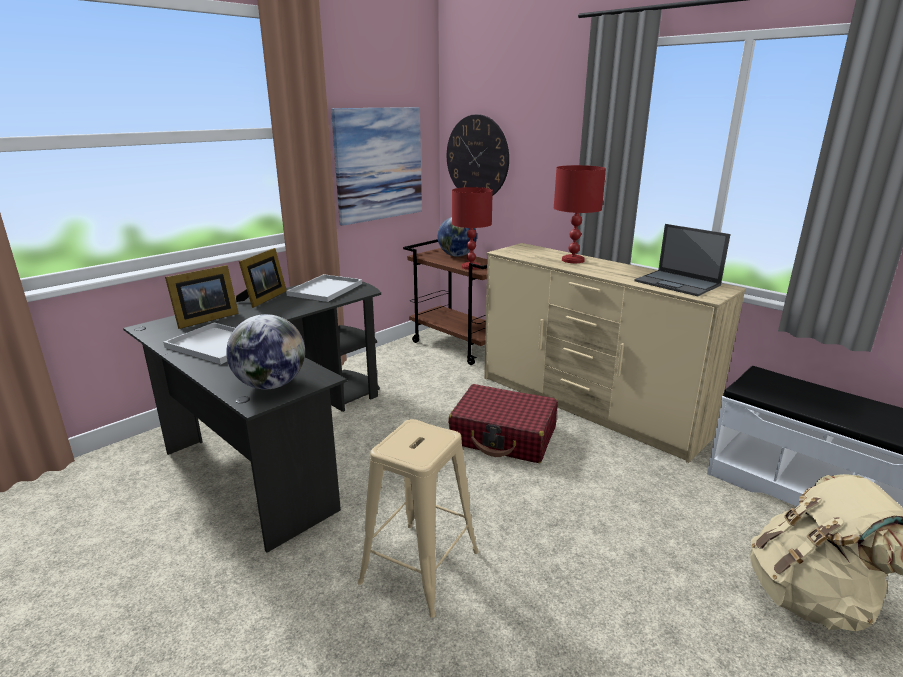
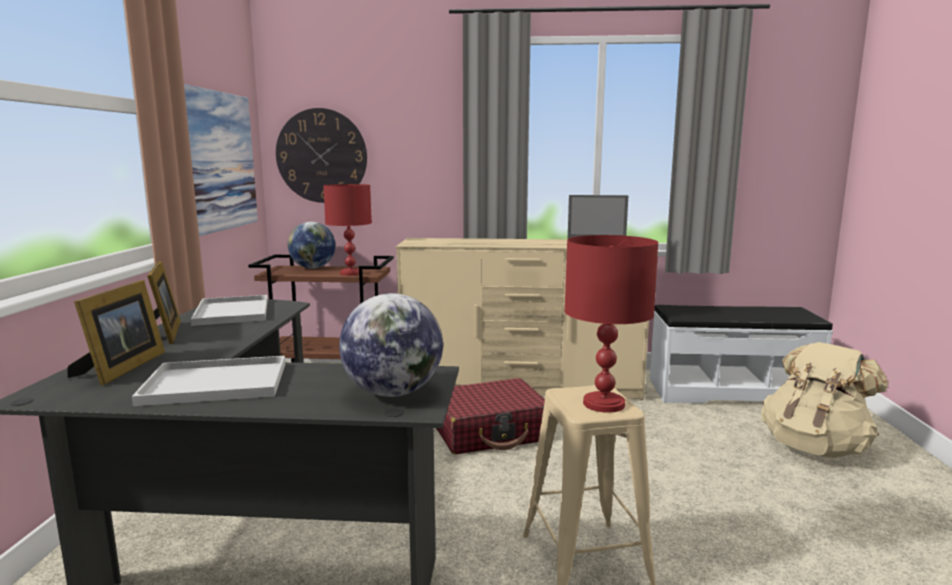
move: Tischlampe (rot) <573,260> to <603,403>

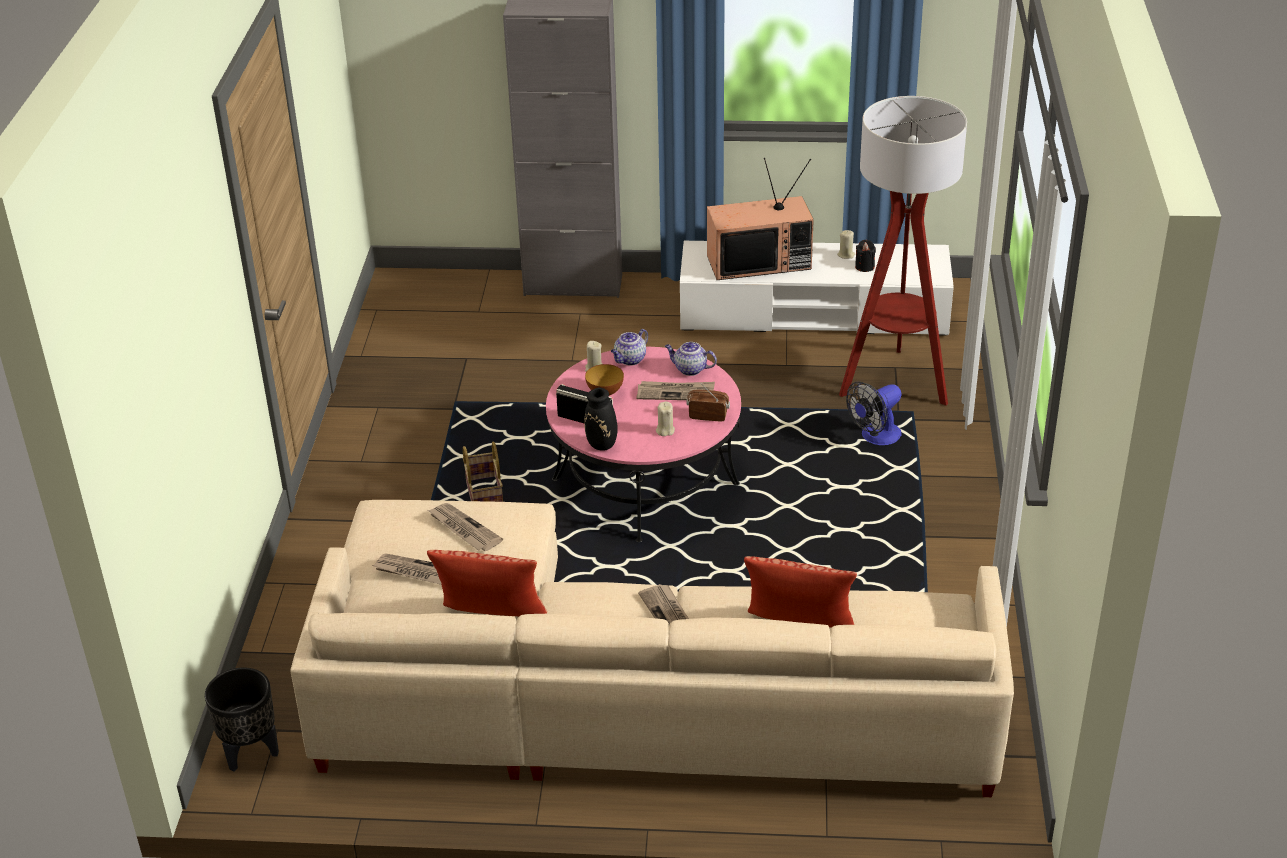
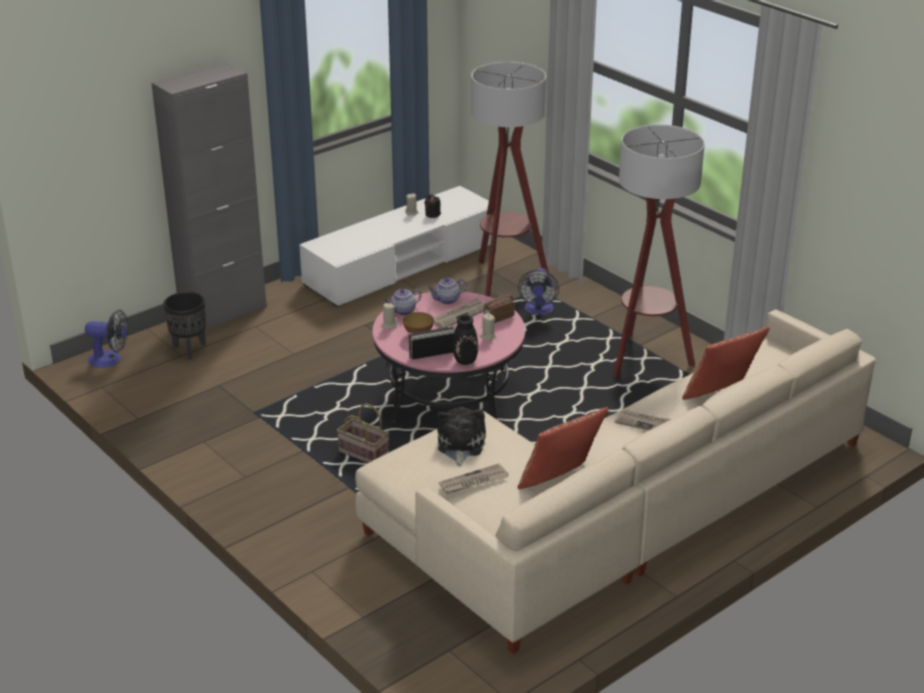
delete: Fernseher <759,261>
insert: Stehlampe <645,358>; Ventilator <110,359>
move: Pflanzkübel (schwarz) <250,753> to <189,350>
replace: Zeitung <463,529> to Plüschtier <460,445>
rotate: Teekanne <630,360> = <402,311> 60 degrees clockwise

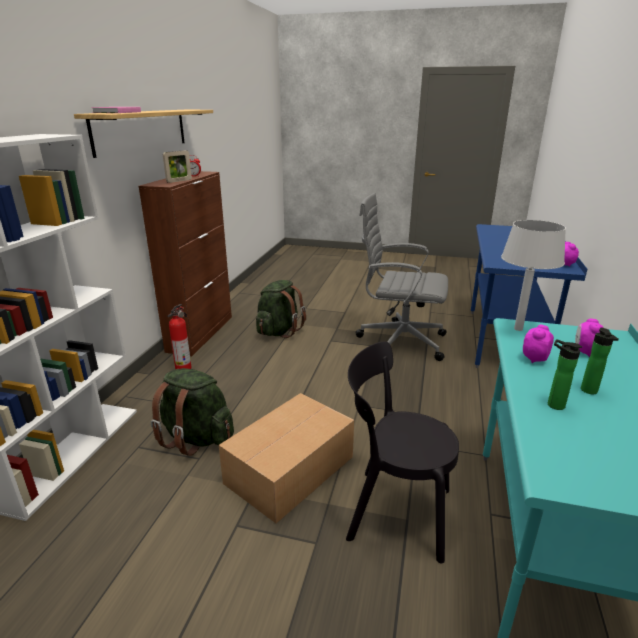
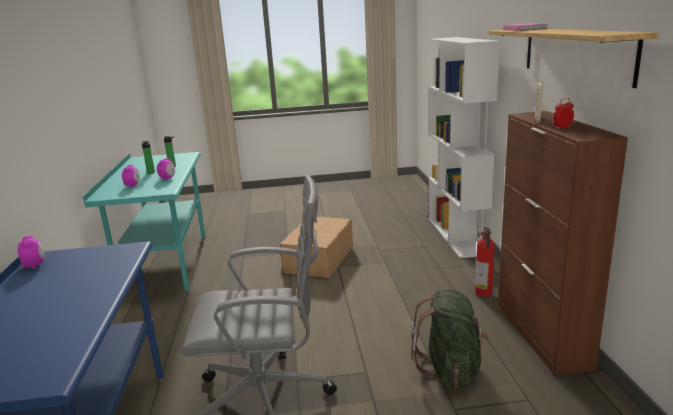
delete: Tischlampe (grau) <518,328>; Stuhl (schwarz) <393,511>; Rucksack (grün) <196,438>

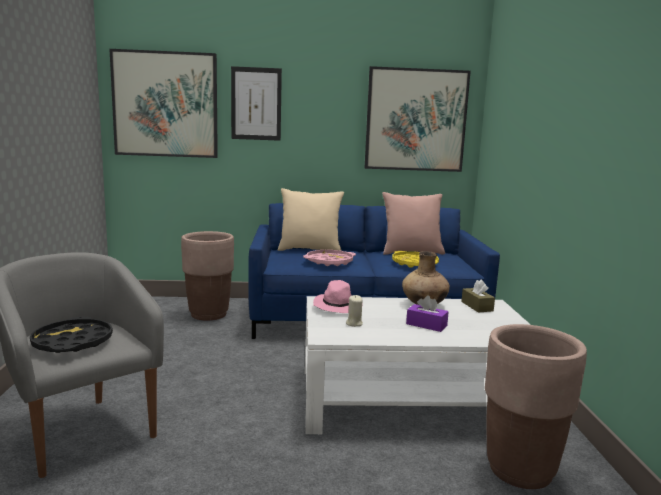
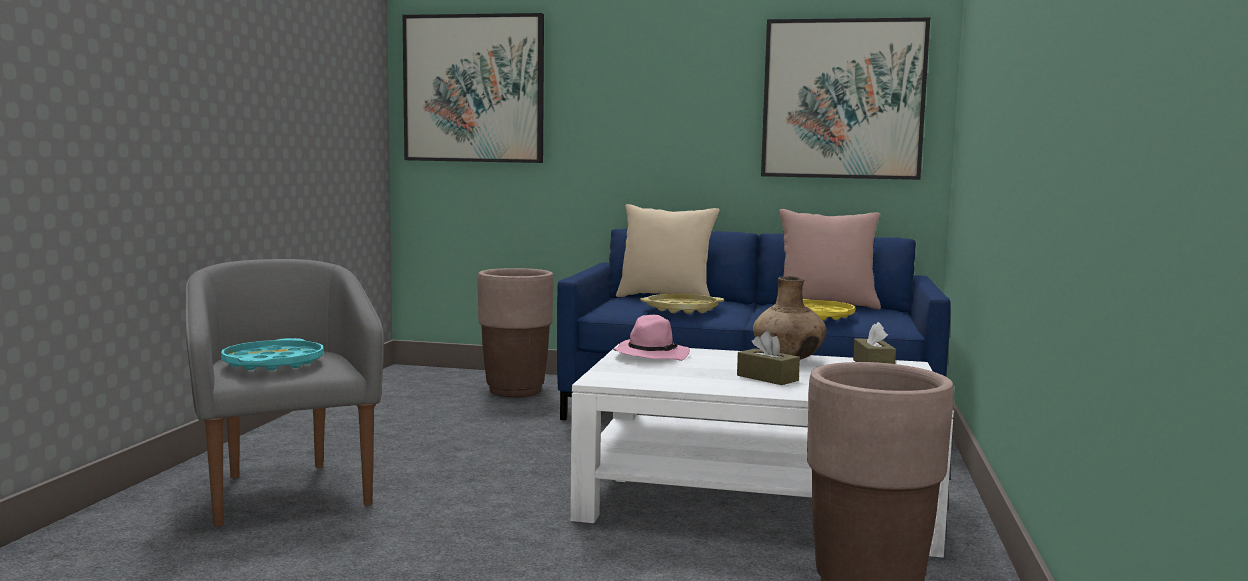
delete: Bild <256,104>; Kerze (beige) <354,323>
recolor: Tablett (rosa) <329,262> to Tablett (gelb) <681,309>; Taschentuchbox (lila) <426,325> to Taschentuchbox (braun) <767,378>; Tablett (schwarz) <72,342> to Tablett (türkis) <273,363>

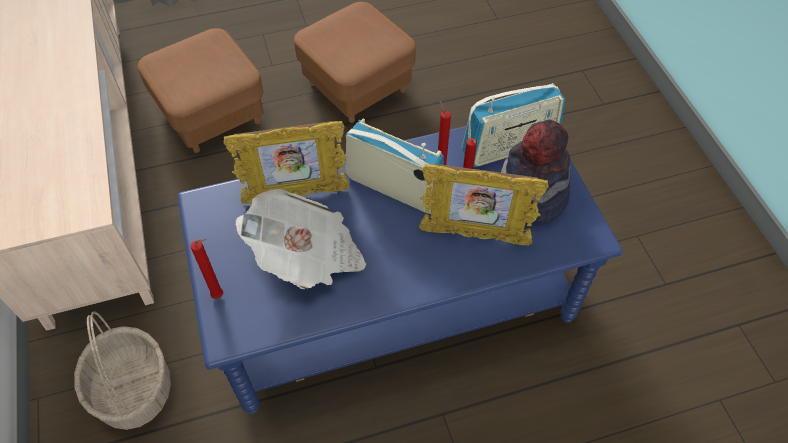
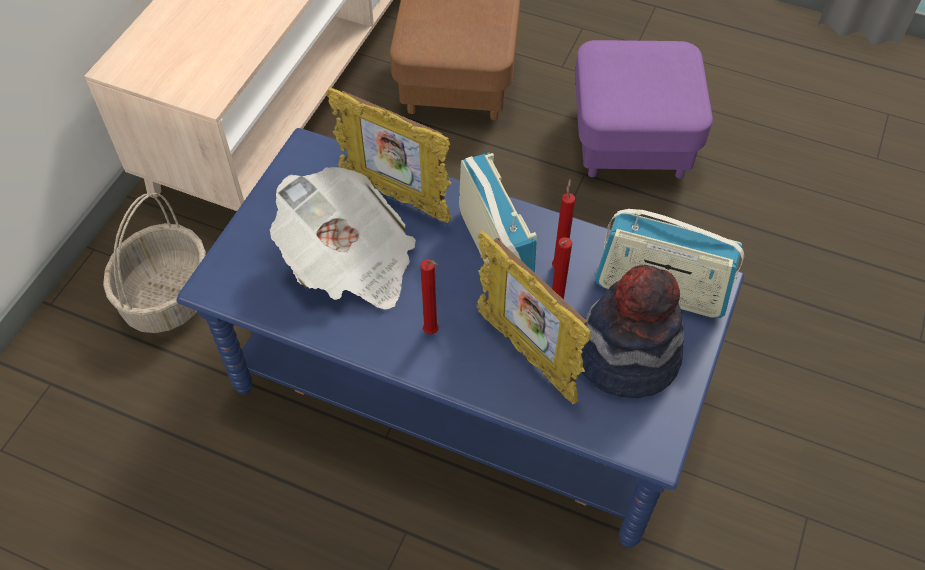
move: Kerze (rot) <220,296> to <432,333>
recolor: Polsterhocker (braun) <357,87> to Polsterhocker (lila) <631,141>

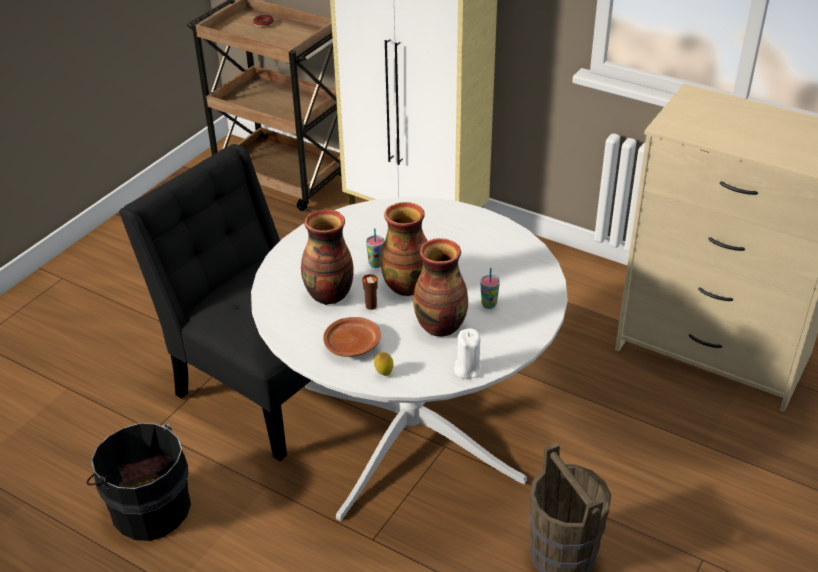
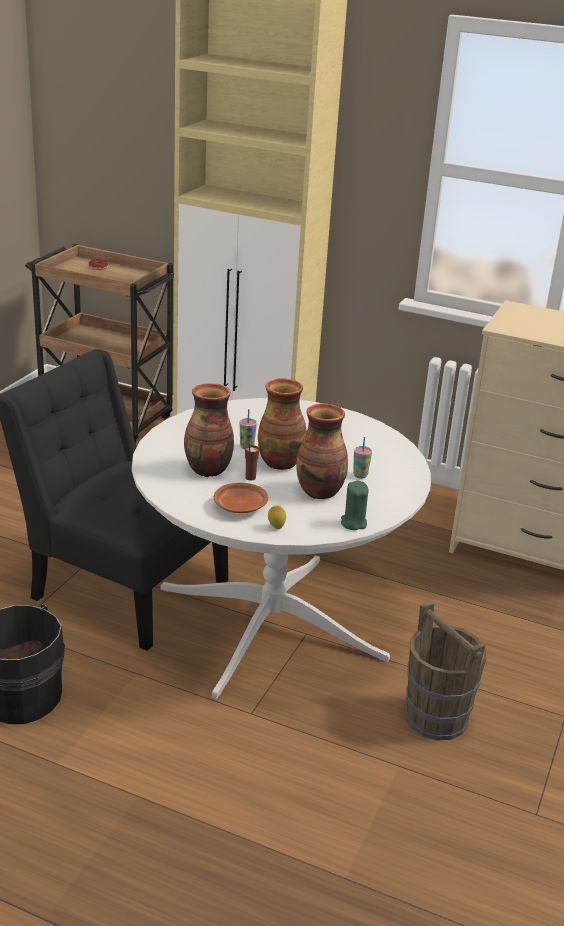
recolor: Kerze (weiß) <467,369> to Kerze (grün) <353,523>

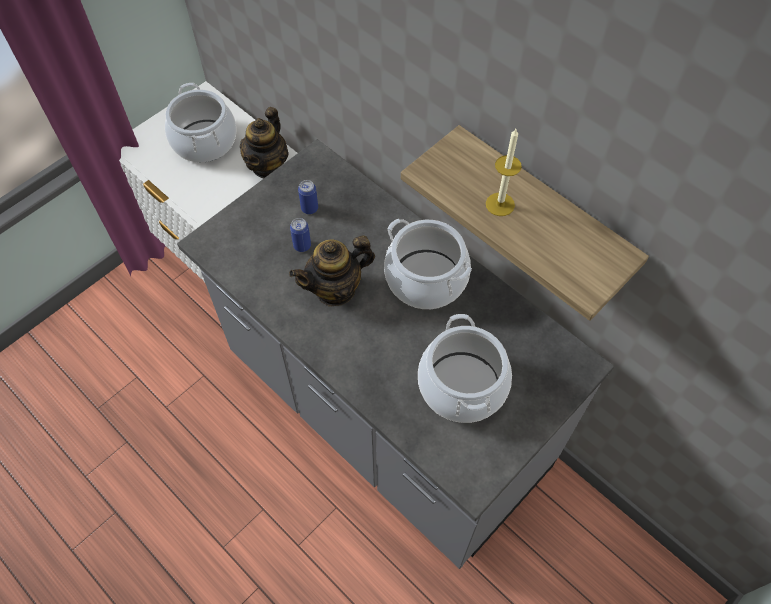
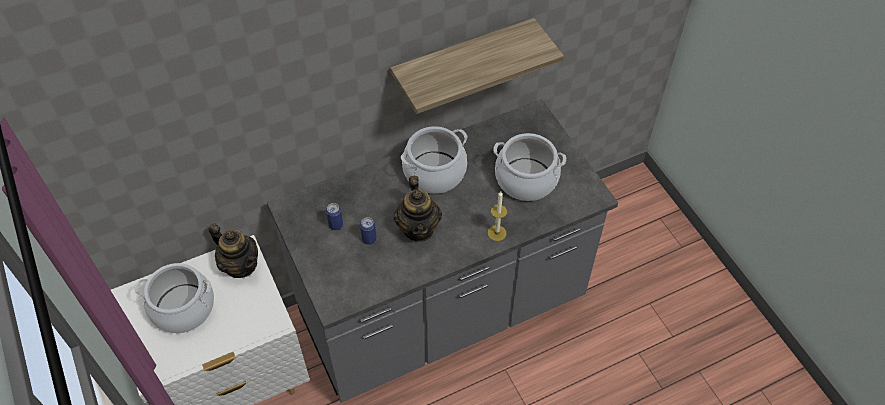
move: Kerze <500,204> to <497,233>

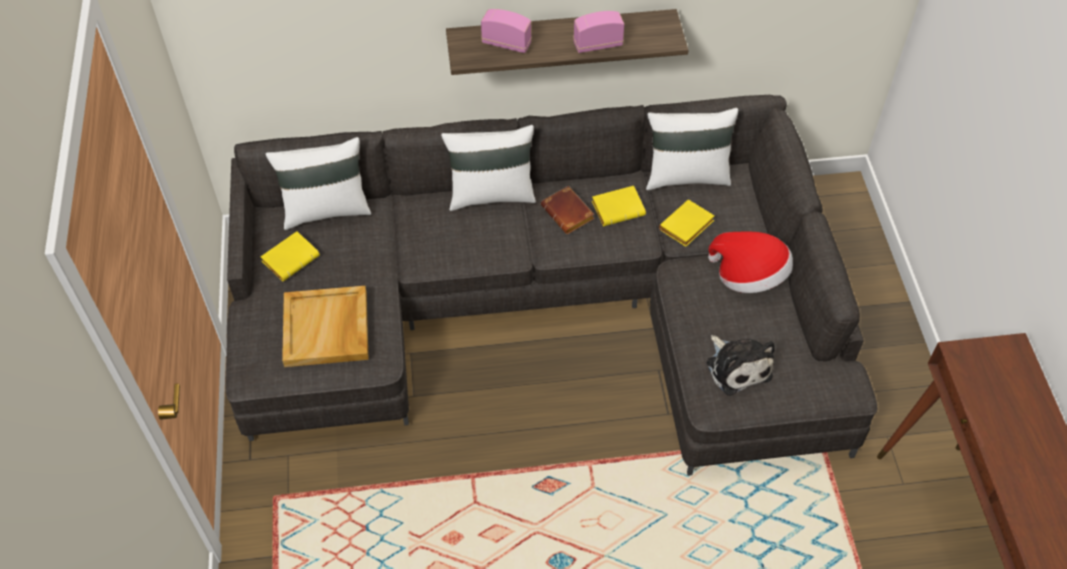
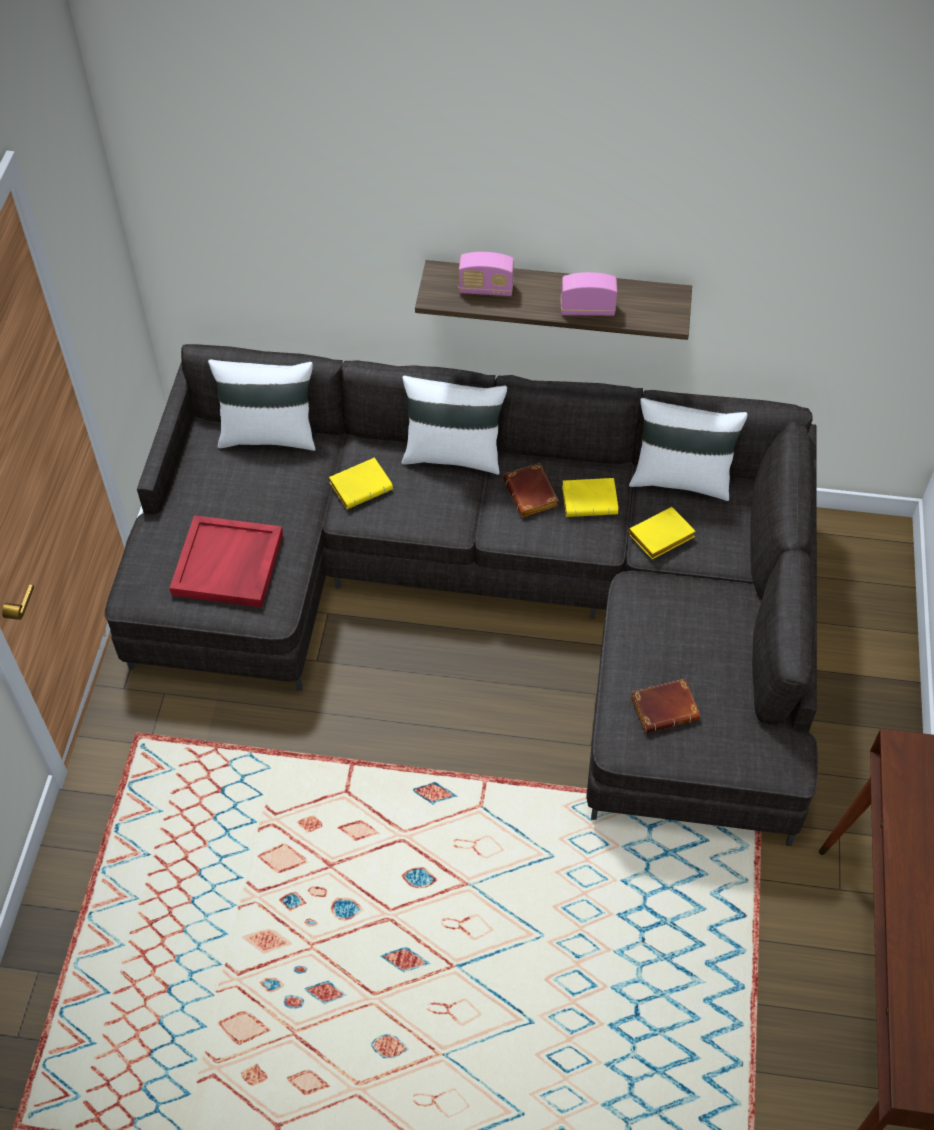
delete: Hut <749,276>
move: Buch (gelb) <291,258> to <362,485>
replace: Plüschtier <737,366> to Buch (braun) <665,707>
recolor: Tablett (beige) <327,329> to Tablett (rot) <228,565>
rotate: Radio <506,43> = <486,289> 150 degrees clockwise

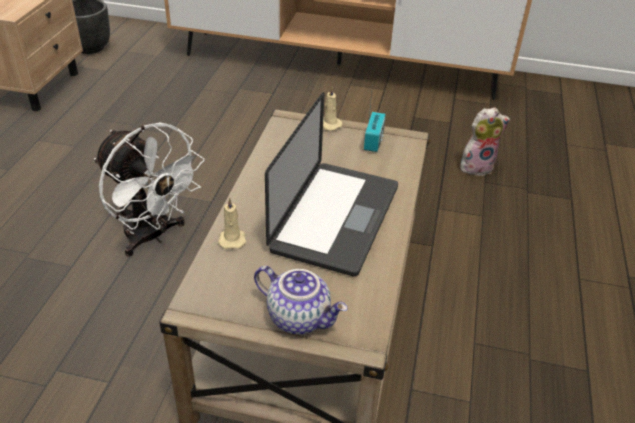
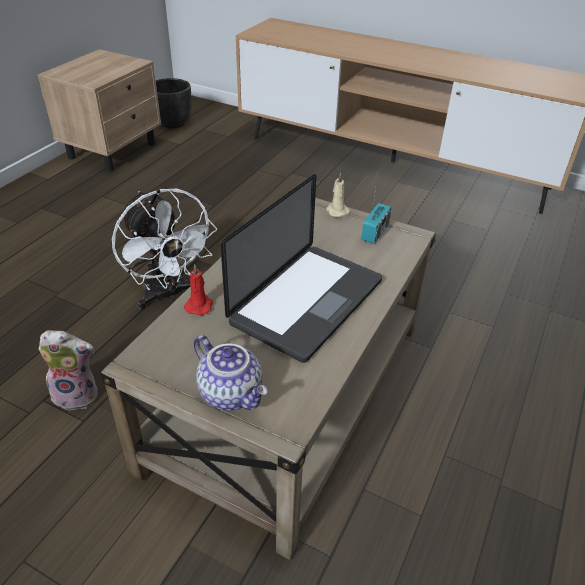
move: Plüschtier <477,166> to <78,394>
recolor: Kerze (beige) <232,239> to Kerze (rot) <199,305>

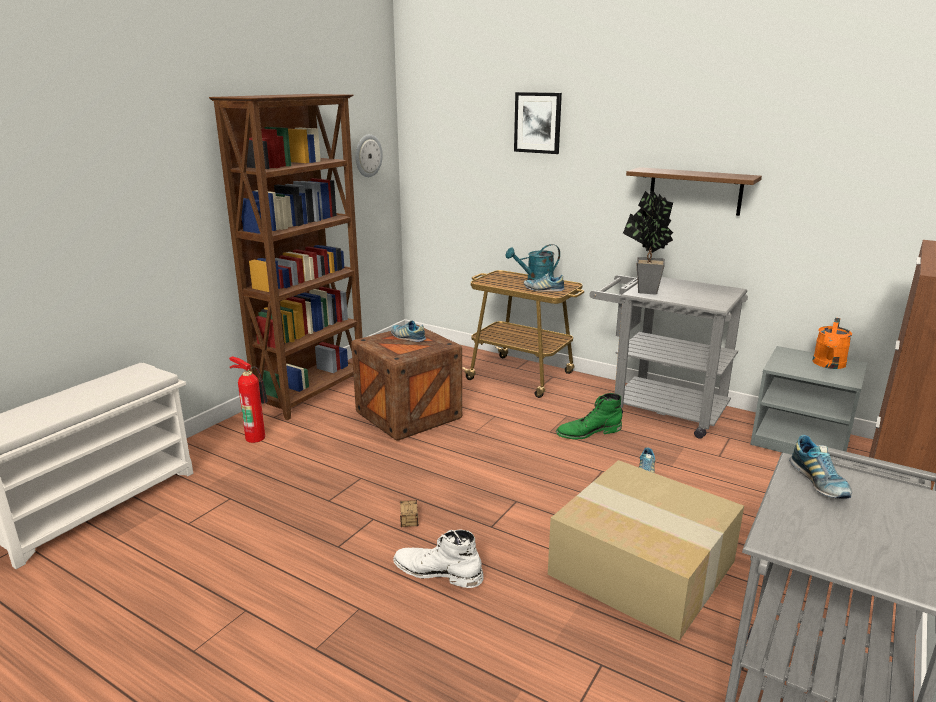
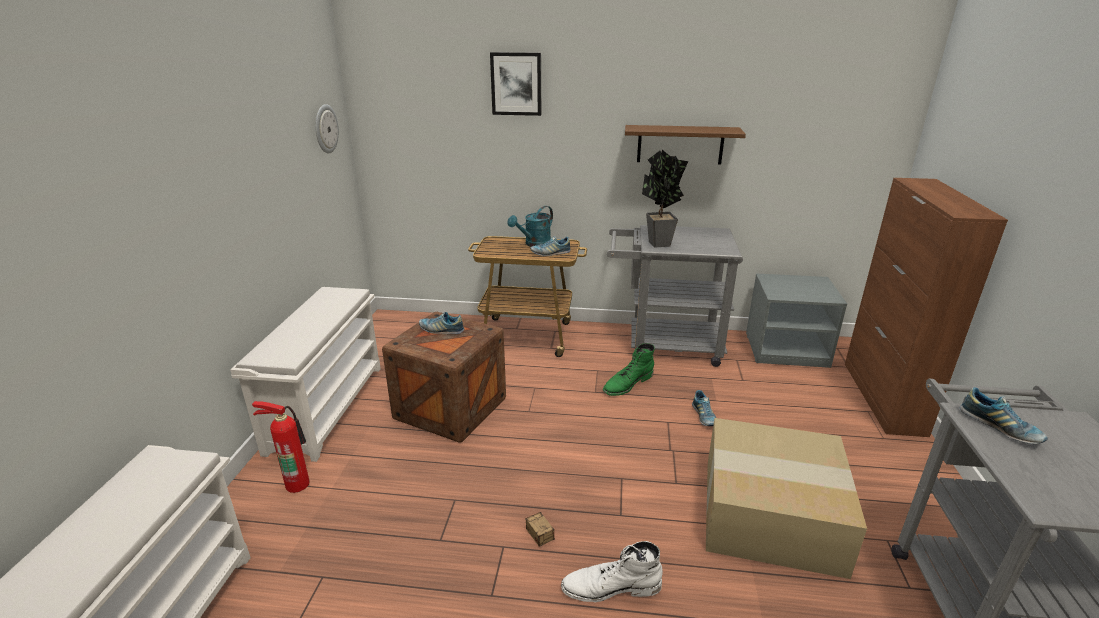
delete: Gießkanne (orange) <828,365>
replace: Bücherregal (braun) <313,393> to Schuhregal (weiß) <326,406>

